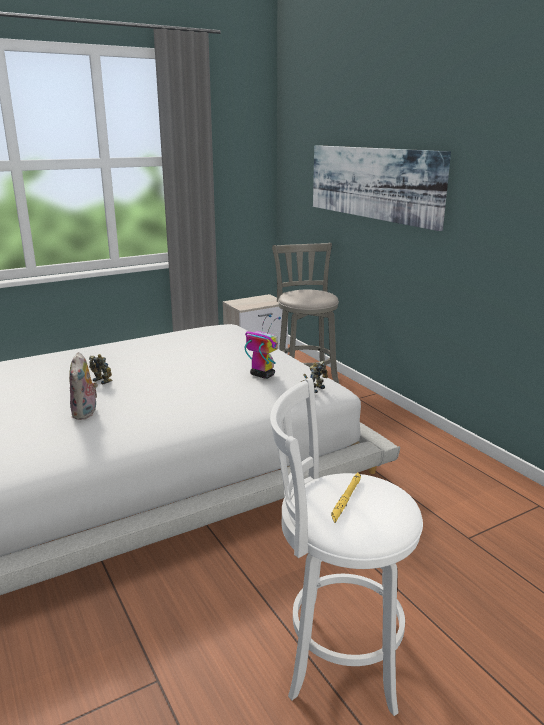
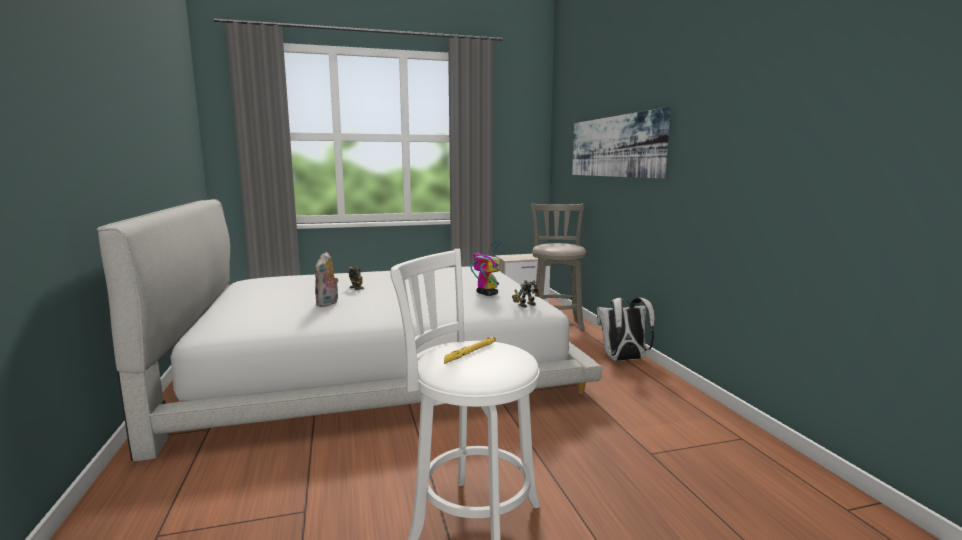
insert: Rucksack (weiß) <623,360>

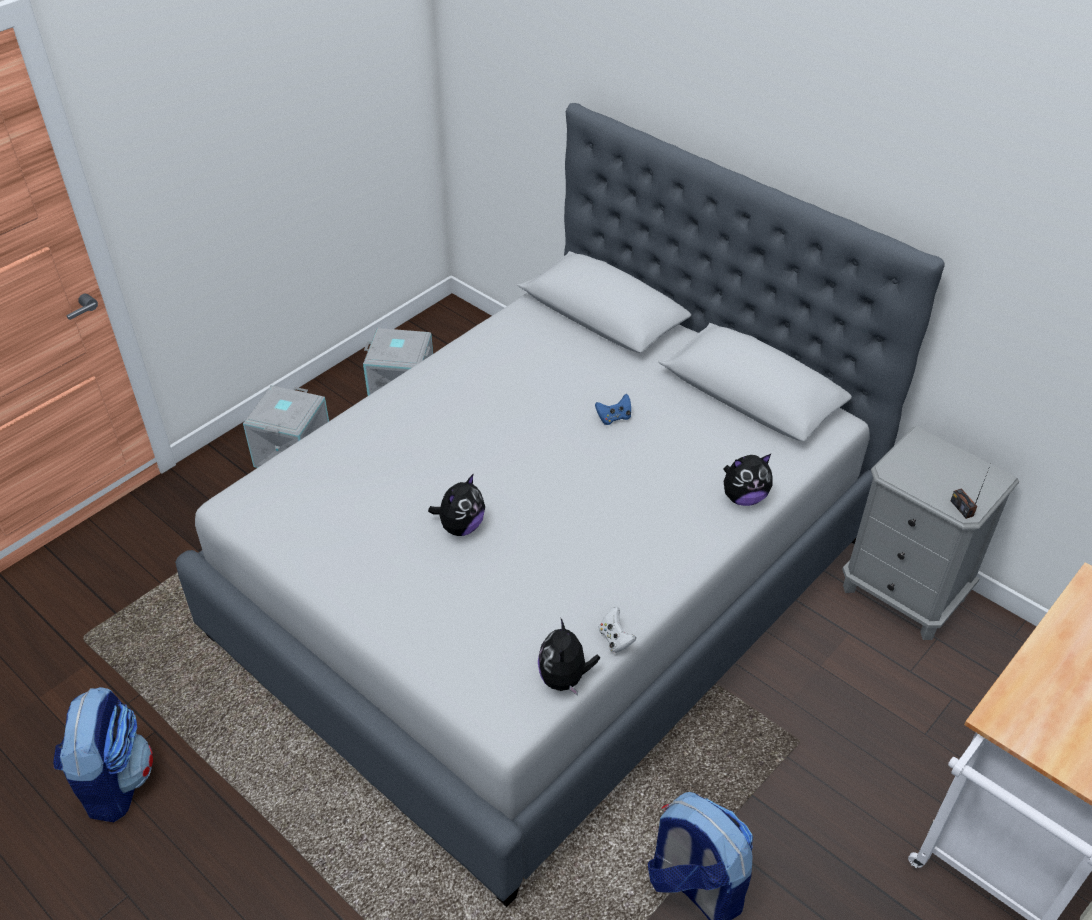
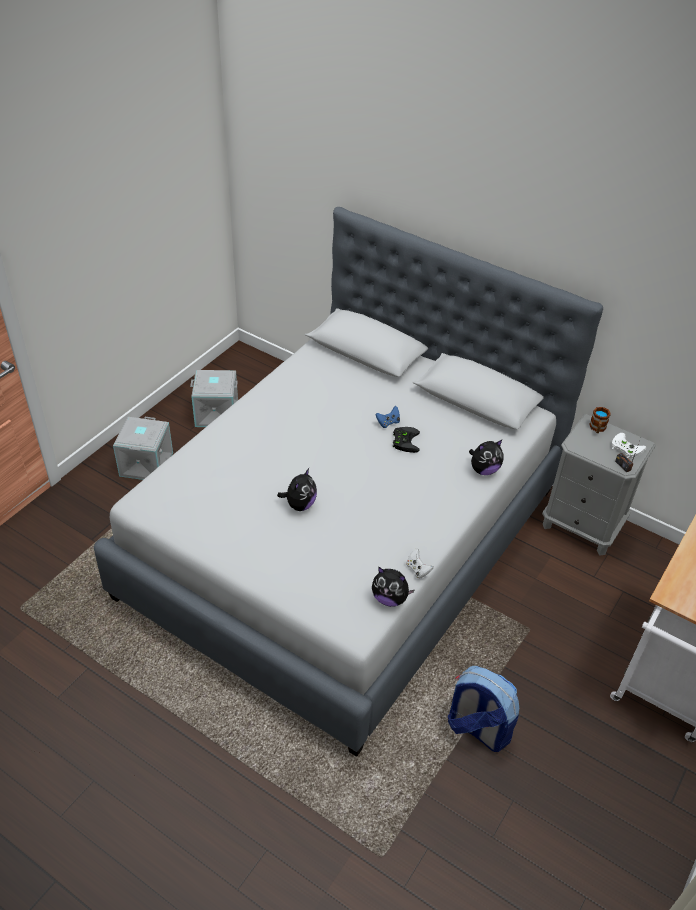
delete: Rucksack <115,781>
insert: Henkelbecher <597,428>; Gamepad (schwarz) <404,440>; Gamepad (weiß) <625,447>
rotate: Plüschtier <565,679> = <390,598> 60 degrees counterclockwise

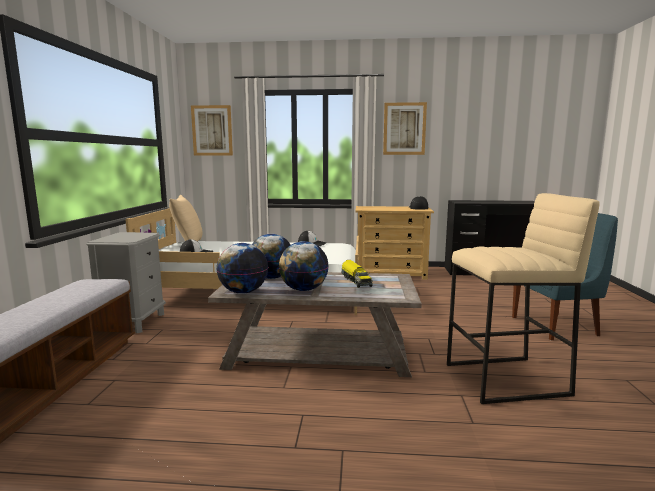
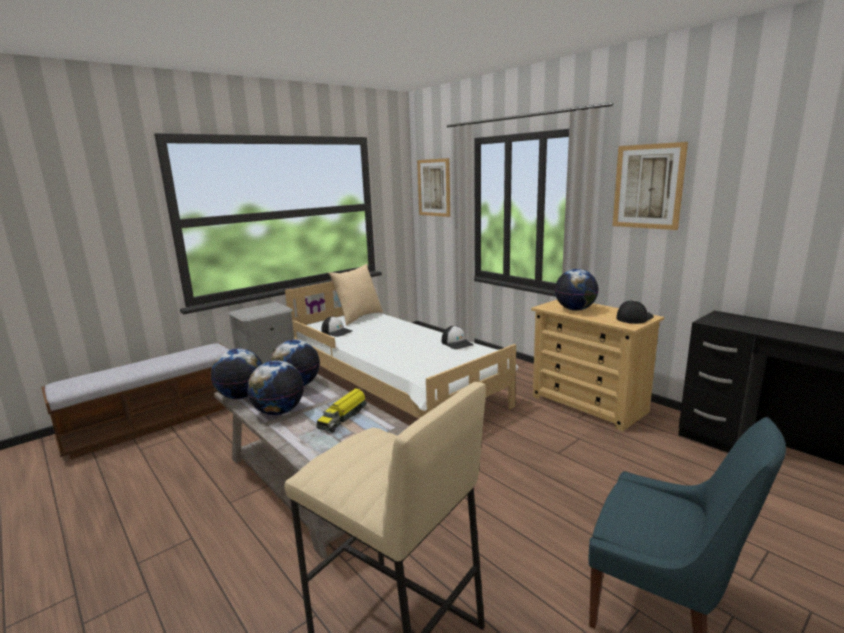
insert: Globus <575,309>

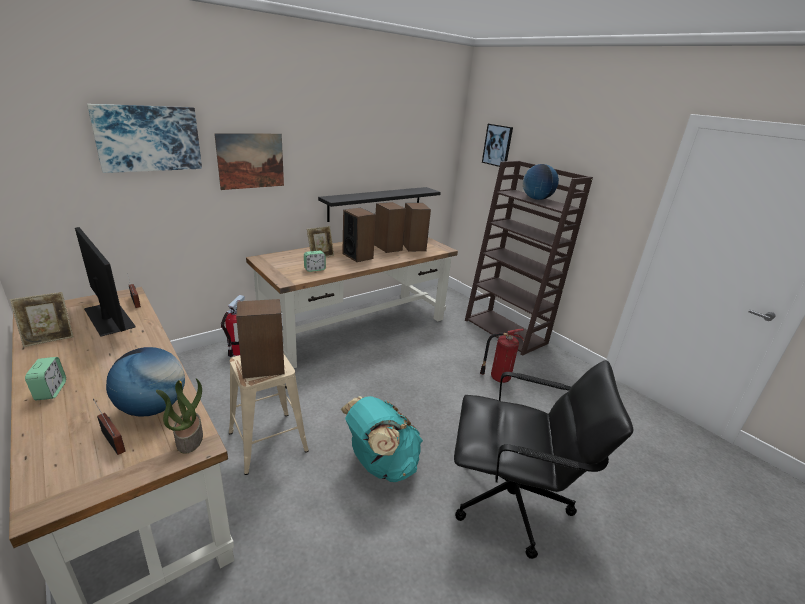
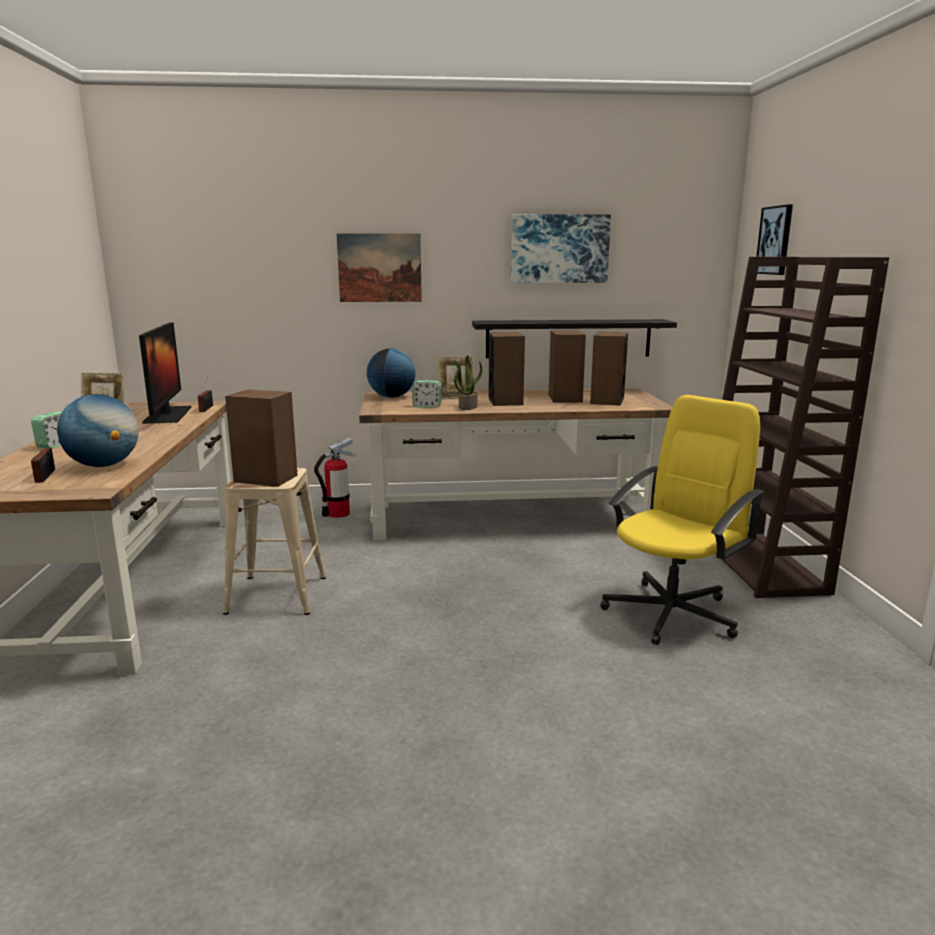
delete: Bürostuhl (schwarz) <511,502>; Rucksack (türkis) <381,464>
move: Bild <148,138> to <559,249>; Globus <536,199> to <392,397>; Topfpflanze <189,439> to <467,407>
replace: Feuerlöscher <498,377> to Bürostuhl (gelb) <672,613>

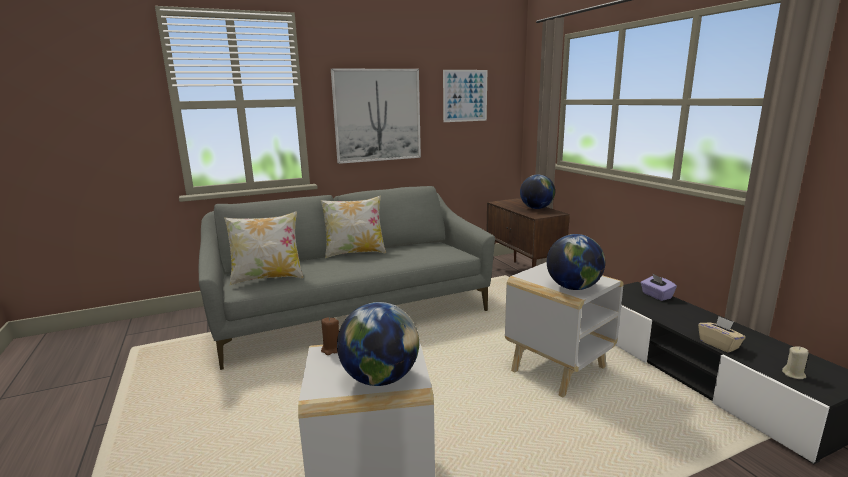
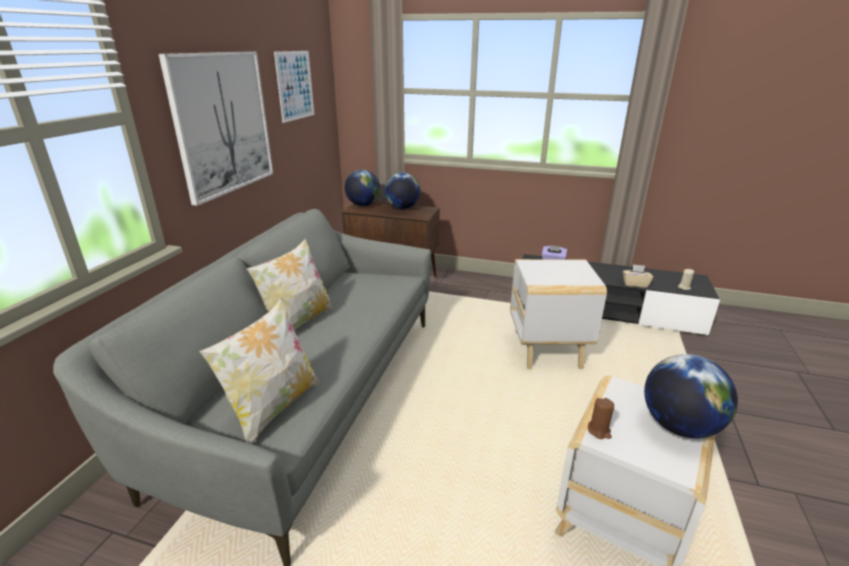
move: Globus <573,287> to <363,205>

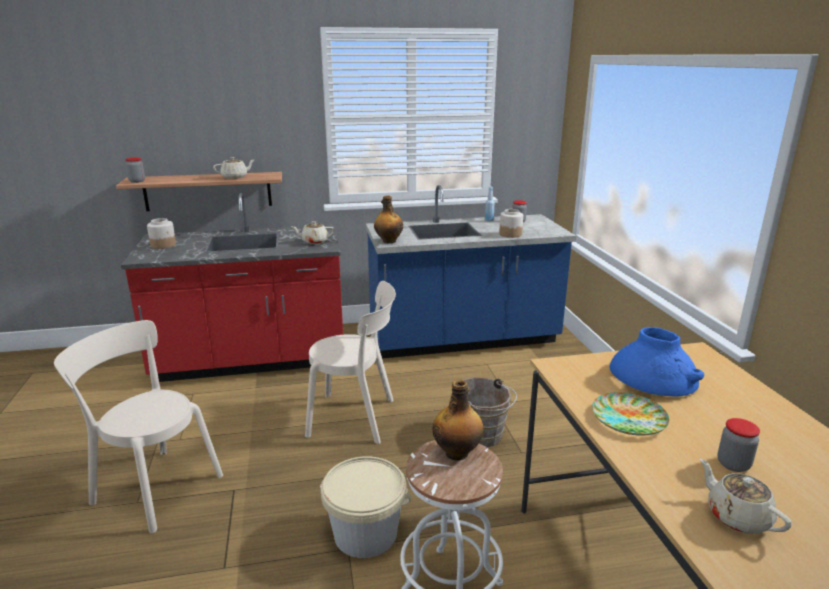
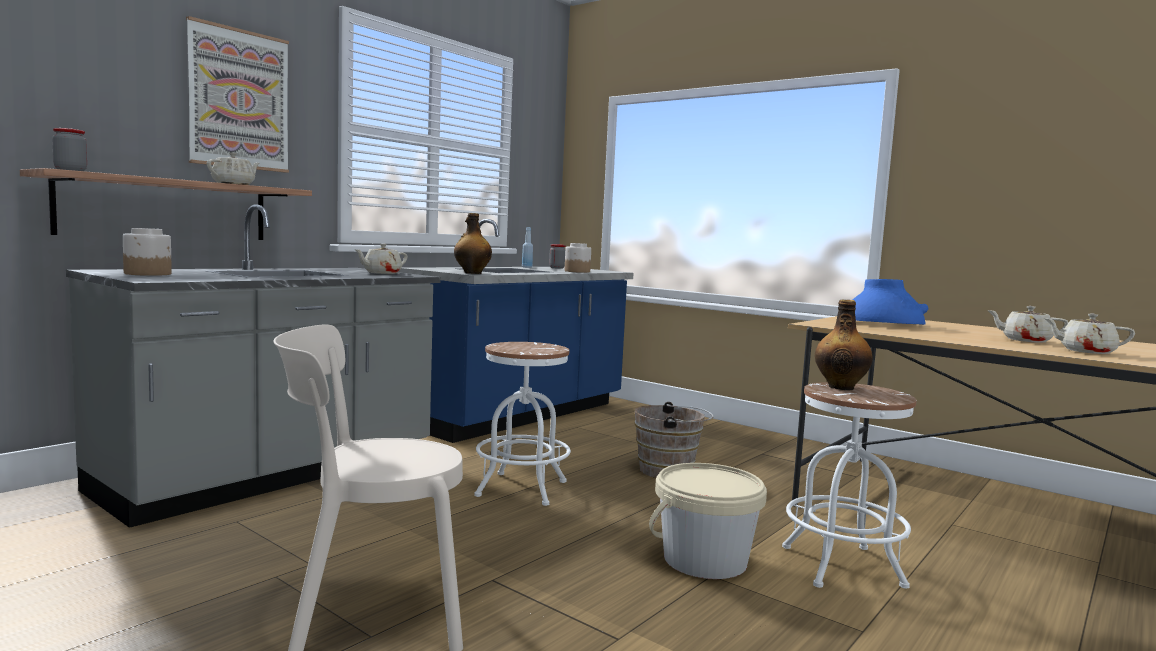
delete: Teller <629,419>
insert: Bild <239,99>
replace: Stuhl (beige) <356,418> to Hocker (weiß) <521,489>; Vorratsglas <733,464> to Teekanne (beige) <1025,340>
recolor: Küchenzeile (rot) <252,359> to Küchenzeile (grau) <272,474>

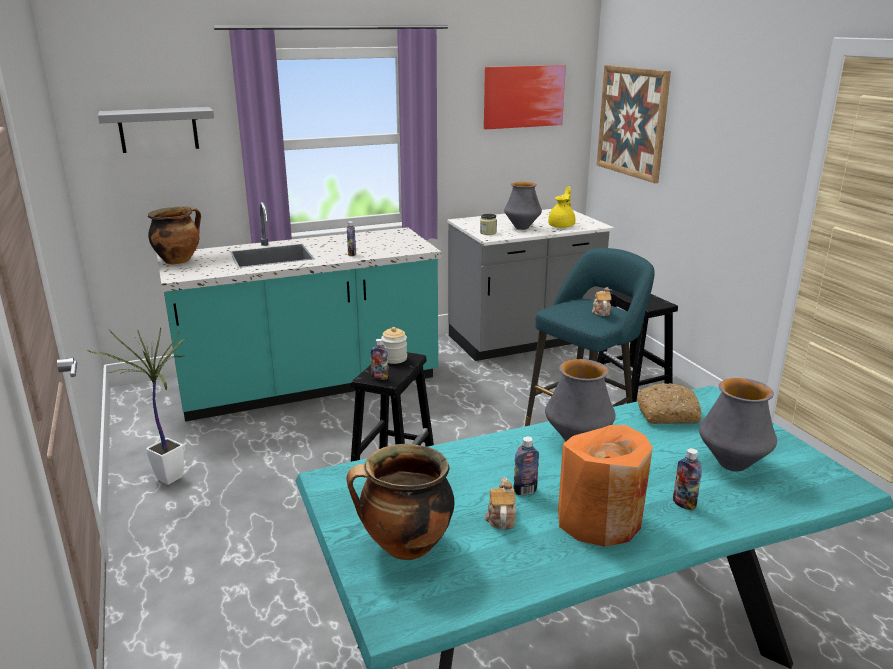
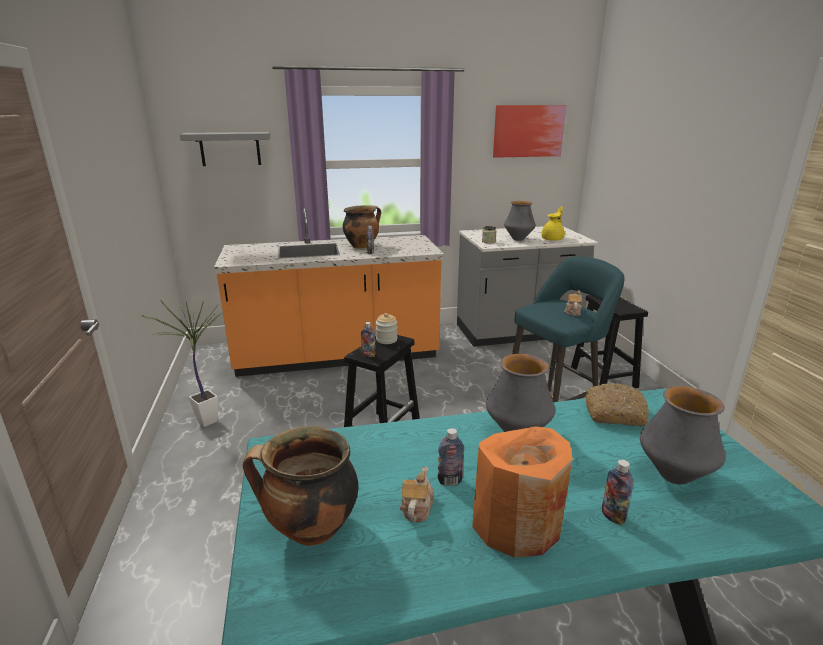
delete: Bild <632,122>
move: Kochtopf <178,260> to <362,246>
recolor: Küchenzeile (türkis) <310,386> to Küchenzeile (orange) <337,356>

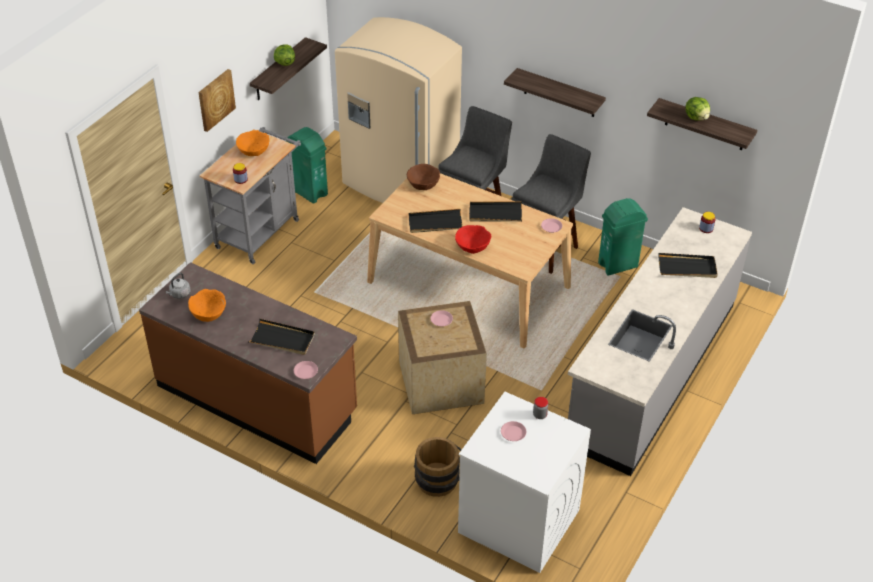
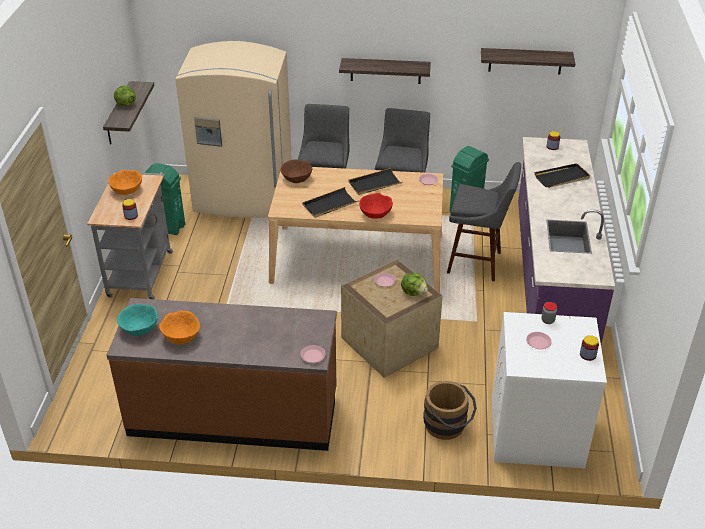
delete: Bild <215,99>; Tablett (schwarz) <282,339>
insert: Hocker (grau) <477,263>; Vorratsglas <587,355>
move: Salatkopf <697,117> to <414,292>
replace: Wasserkessel (grau) <179,294> to Schüssel (türkis) <139,328>
recolor: Küchenzeile (grau) <651,372> to Küchenzeile (lila) <550,279>

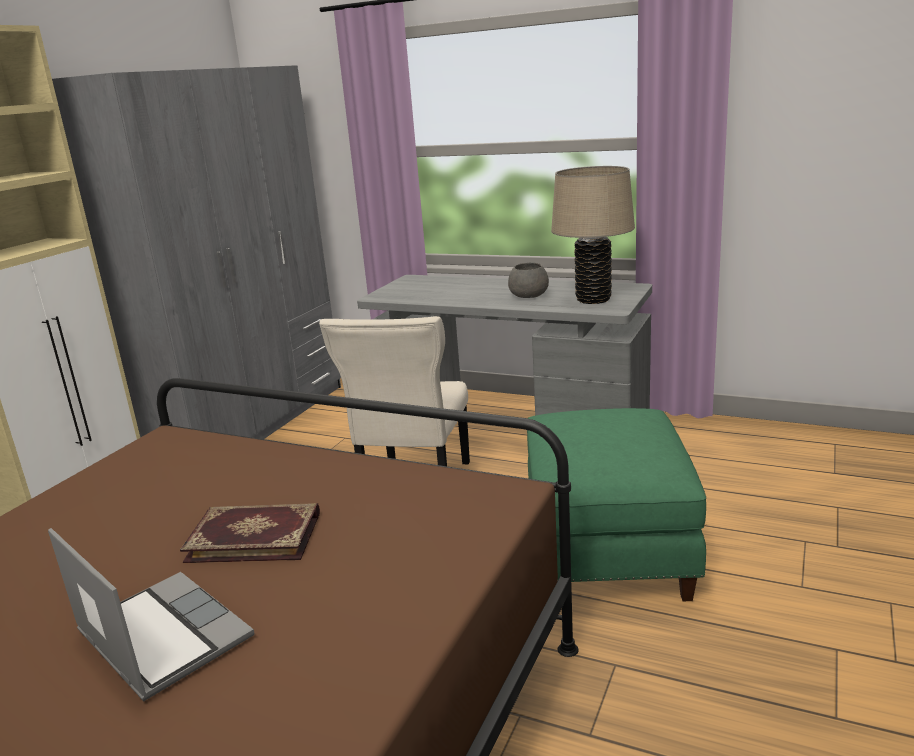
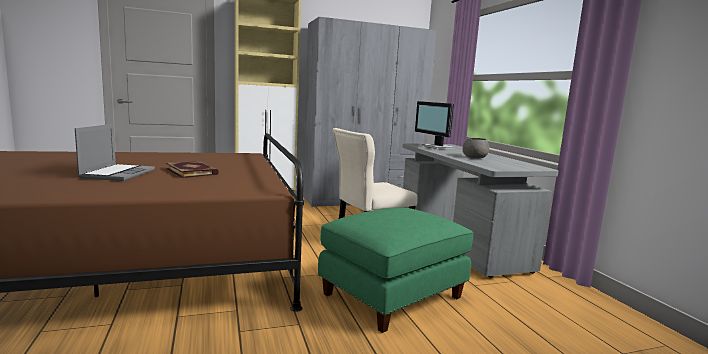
delete: Tischlampe (beige) <593,299>
insert: Monitor <437,147>

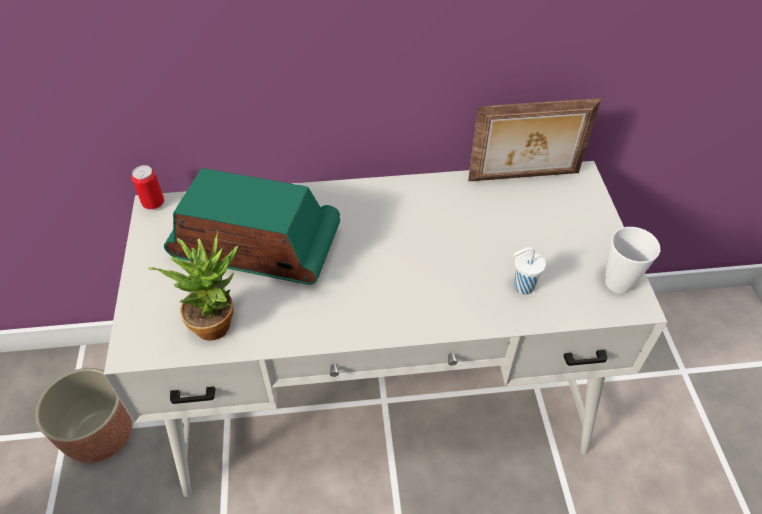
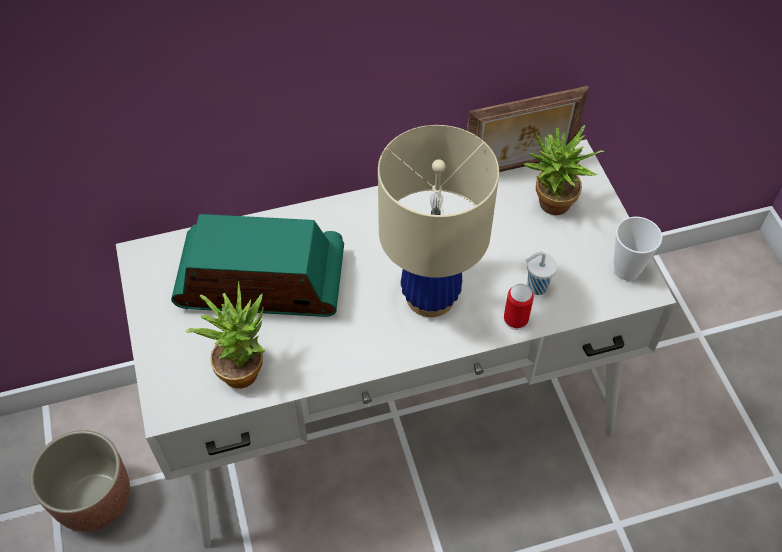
insert: Tischlampe (beige) <430,296>; Topfpflanze <550,207>
move: Dose <153,204> to <515,319>

